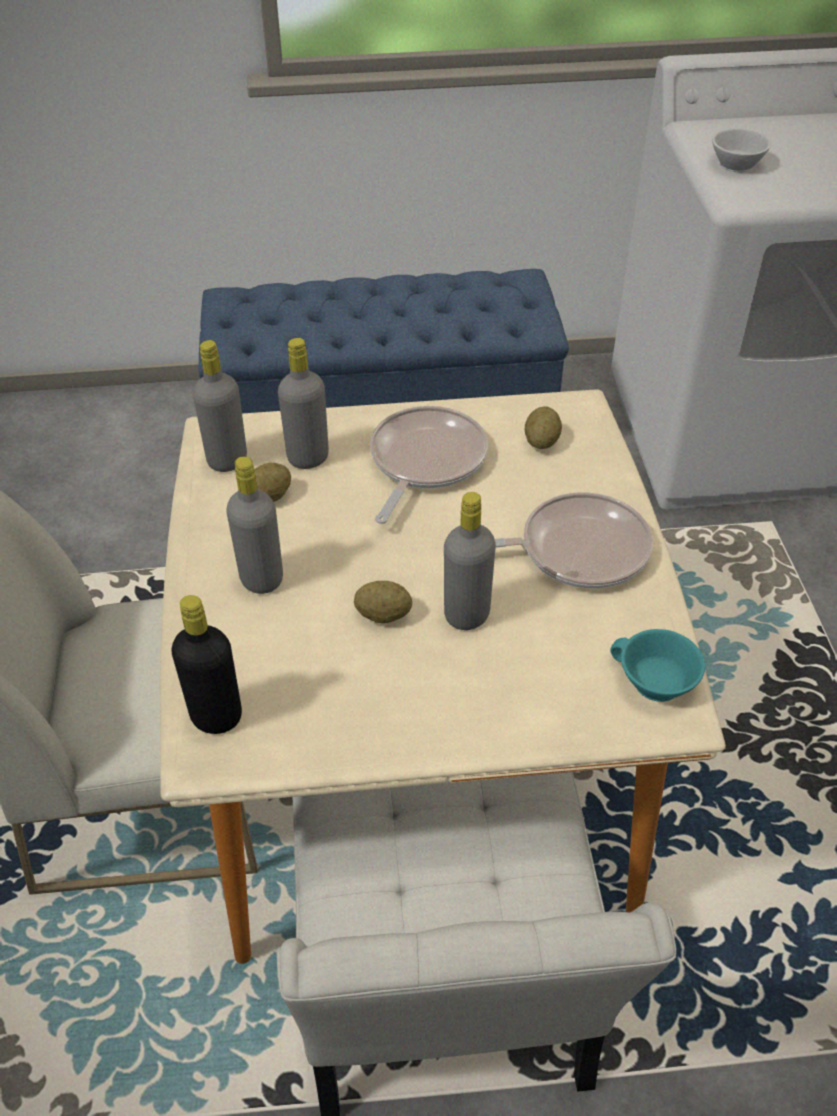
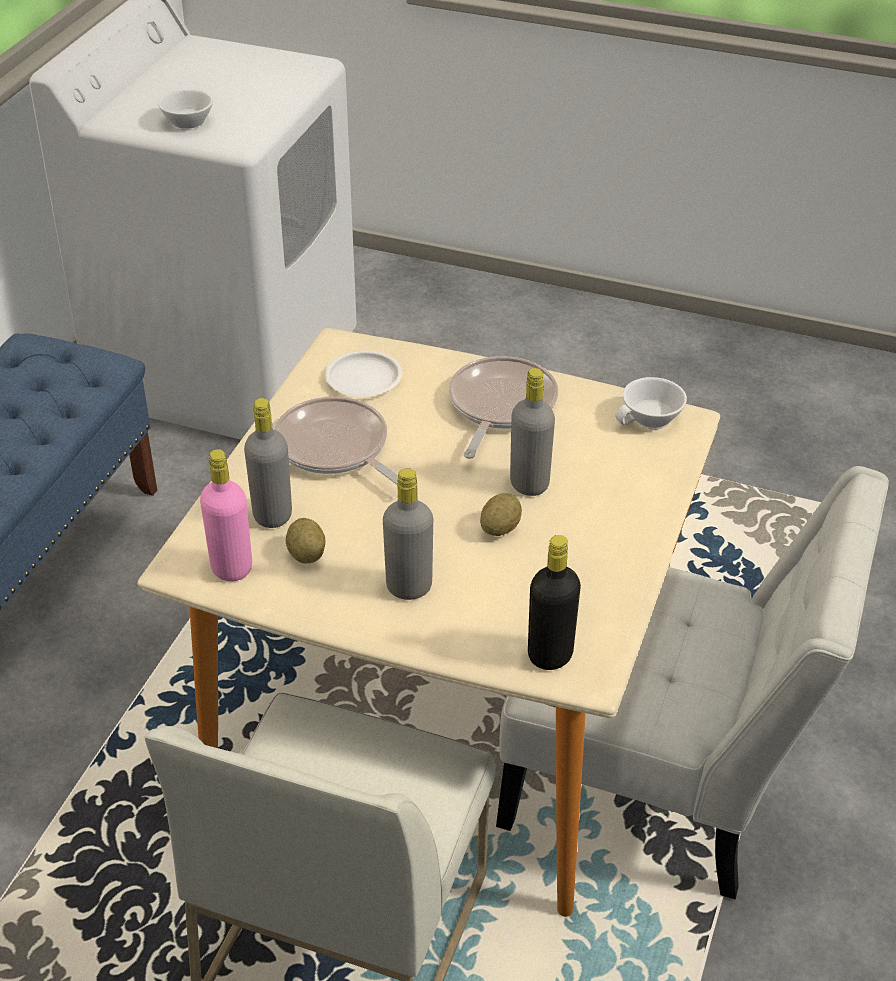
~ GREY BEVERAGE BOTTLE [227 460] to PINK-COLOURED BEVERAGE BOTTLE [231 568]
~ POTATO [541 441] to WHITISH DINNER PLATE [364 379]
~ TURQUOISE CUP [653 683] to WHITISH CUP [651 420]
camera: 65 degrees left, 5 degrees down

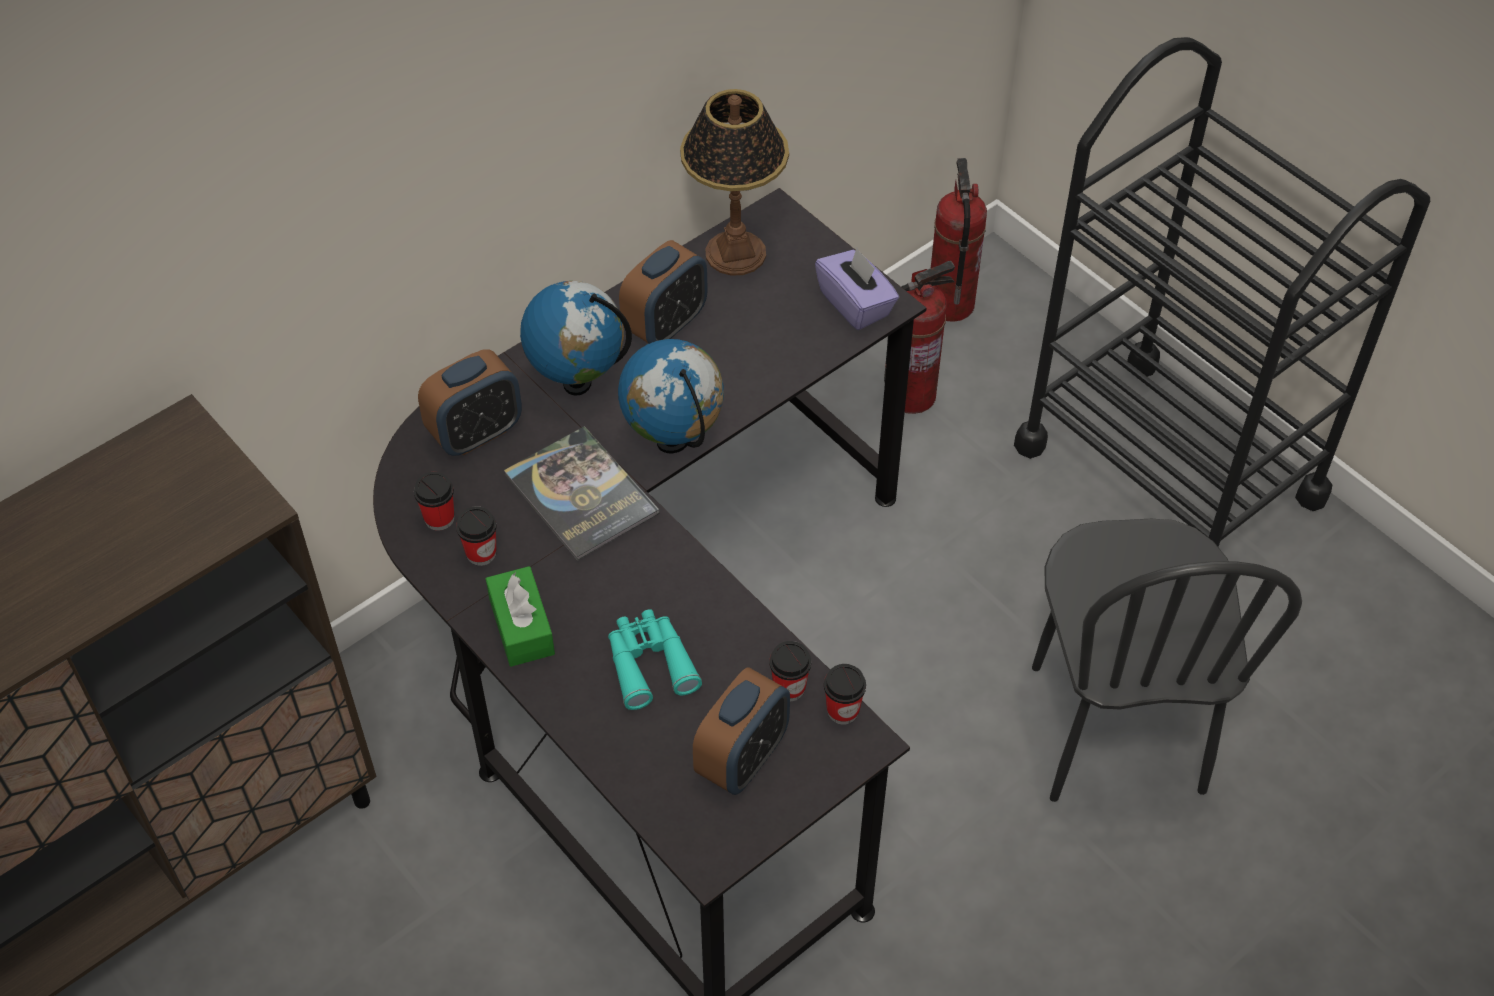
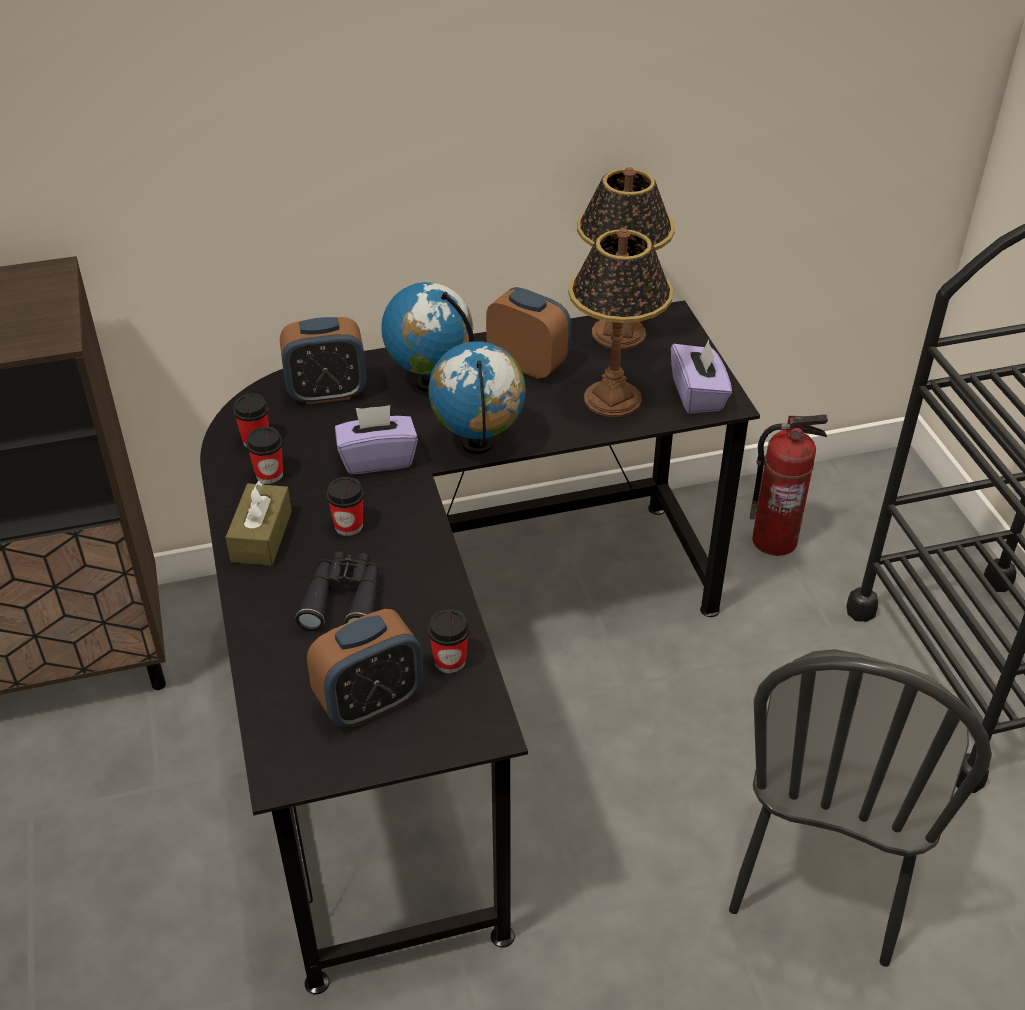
~ GREEN-COLOURED BOX OF TISSUES [521 626] to BROWN-COLOURED BOX OF TISSUES [261 536]
~ TURQUOISE FIELD GLASSES [649 663] to BLACKISH FIELD GLASSES [344 599]
~ CUP [843 710] to [348 526]
~ BOUND BOOK [581 494] to PURPLE-COLOURED BOX OF TISSUES [377 459]
~ ALARM CLOCK [665 325] = [528 364] 120 degrees counterclockwise
+ TABLE LAMP [613 399]
- FIRE-FIGHTING CYLINDER [949 304]
camera: 25 degrees right, 10 degrees down

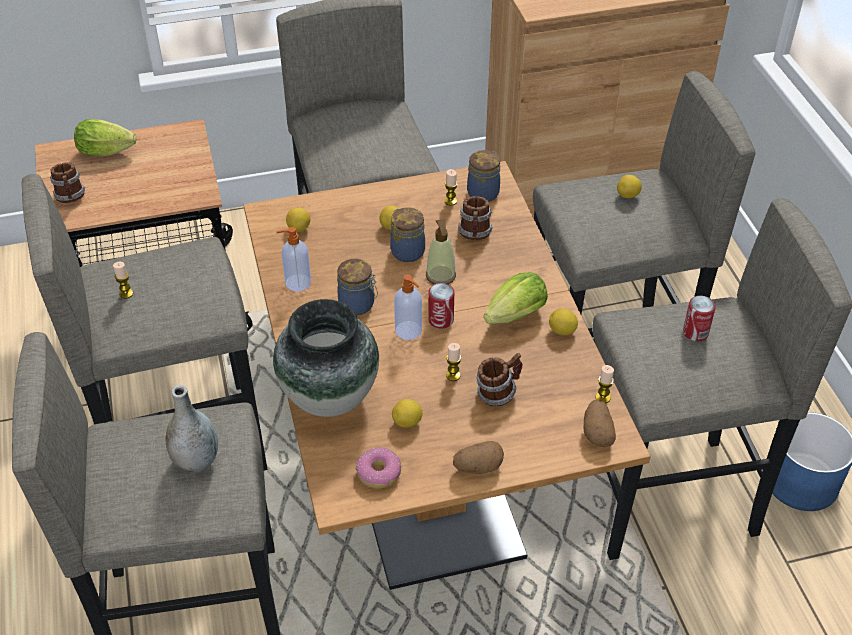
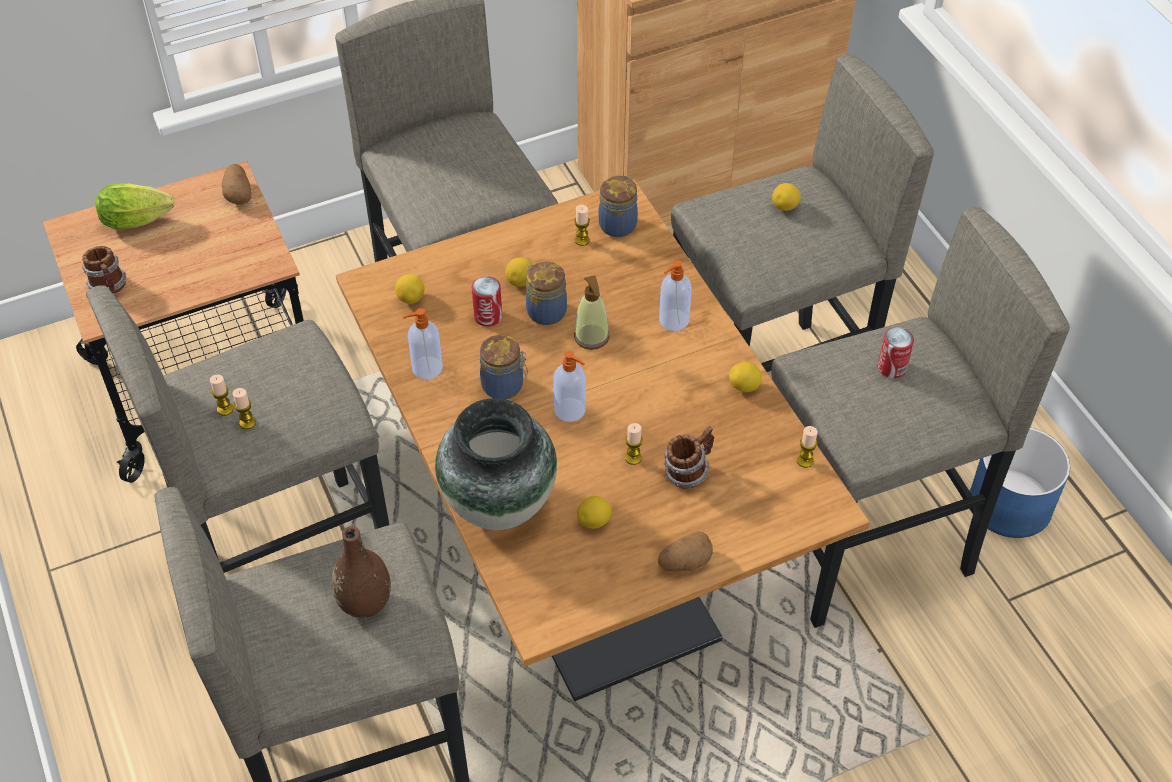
~ POTATO [597 432] to [238 194]
+ WAX CANDLE [247 422]
~ GREY VASE [196 461] to BROWN-COLOURED VASE [365 603]
~ SEALED CAN [441 320] to [488 316]
+ LIQUID SOAP BOTTLE [673 321]
- DOUGHNUT [379 473]
- MUG [475 235]
- HEAD OF LETTUCE [512 317]
camera: 10 degrees left, 5 degrees up

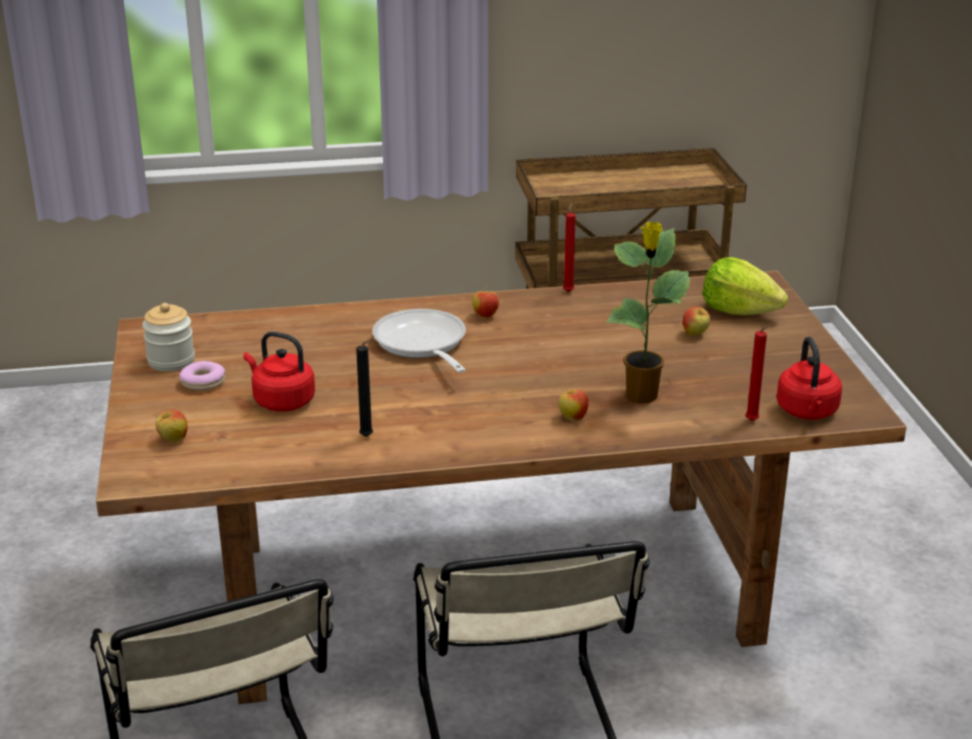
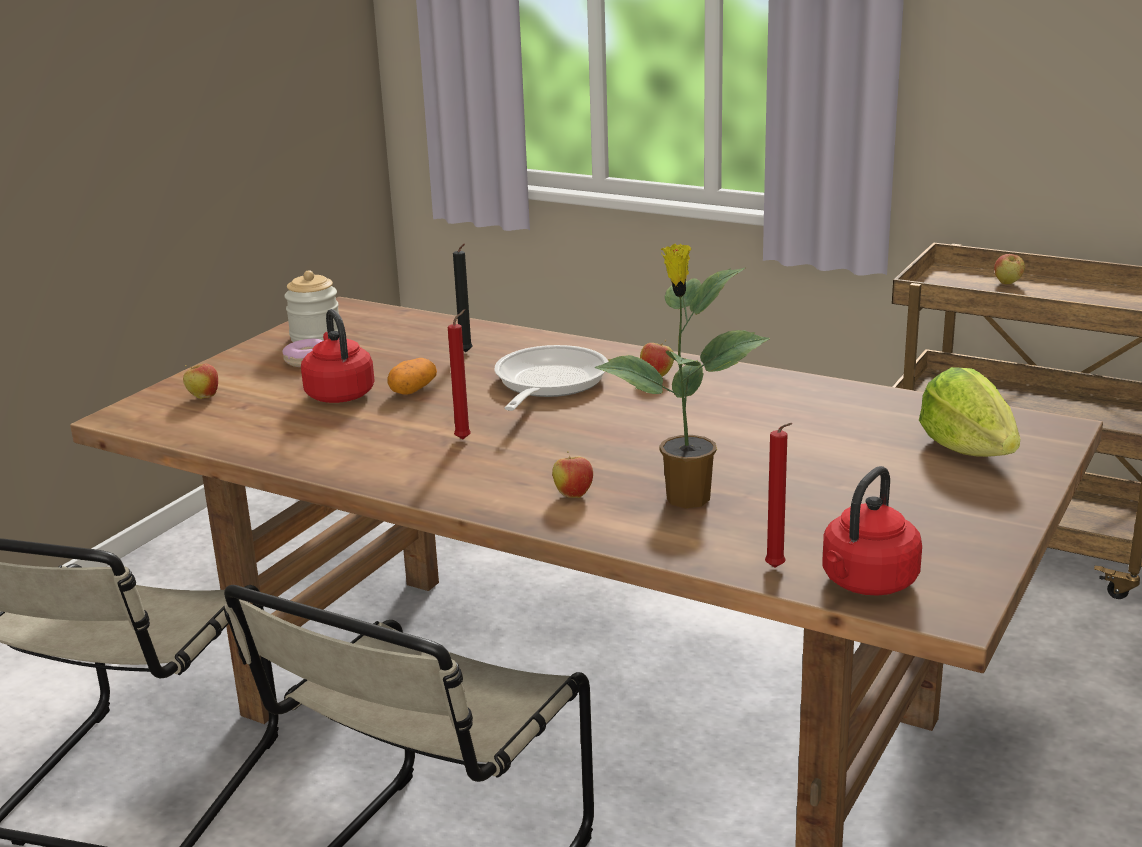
+ POTATO [413 390]
~ REDDISH WAX CANDLE [568 291] to [465 438]
~ BLACKISH WAX CANDLE [368 437] to [467 353]
~ APPLE [695 334] to [1008 283]
camera: 40 degrees right, 5 degrees down

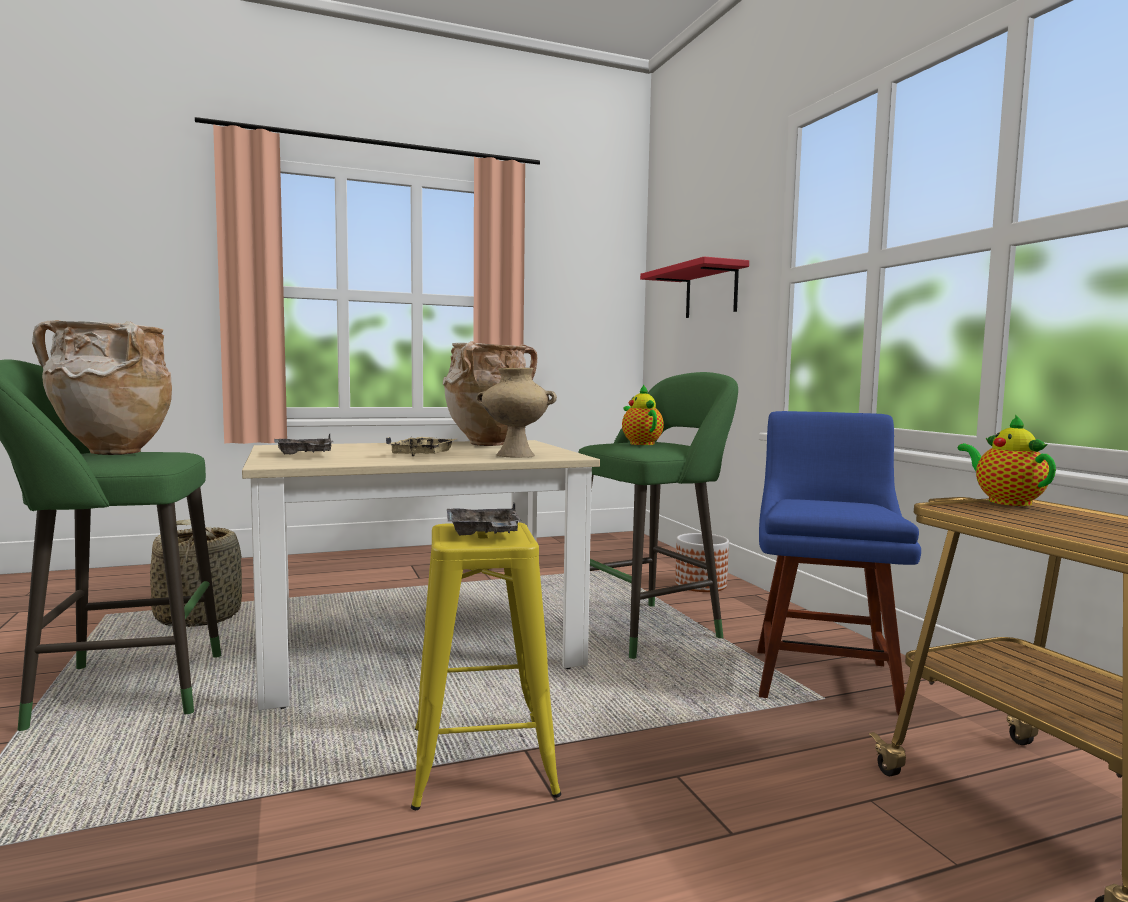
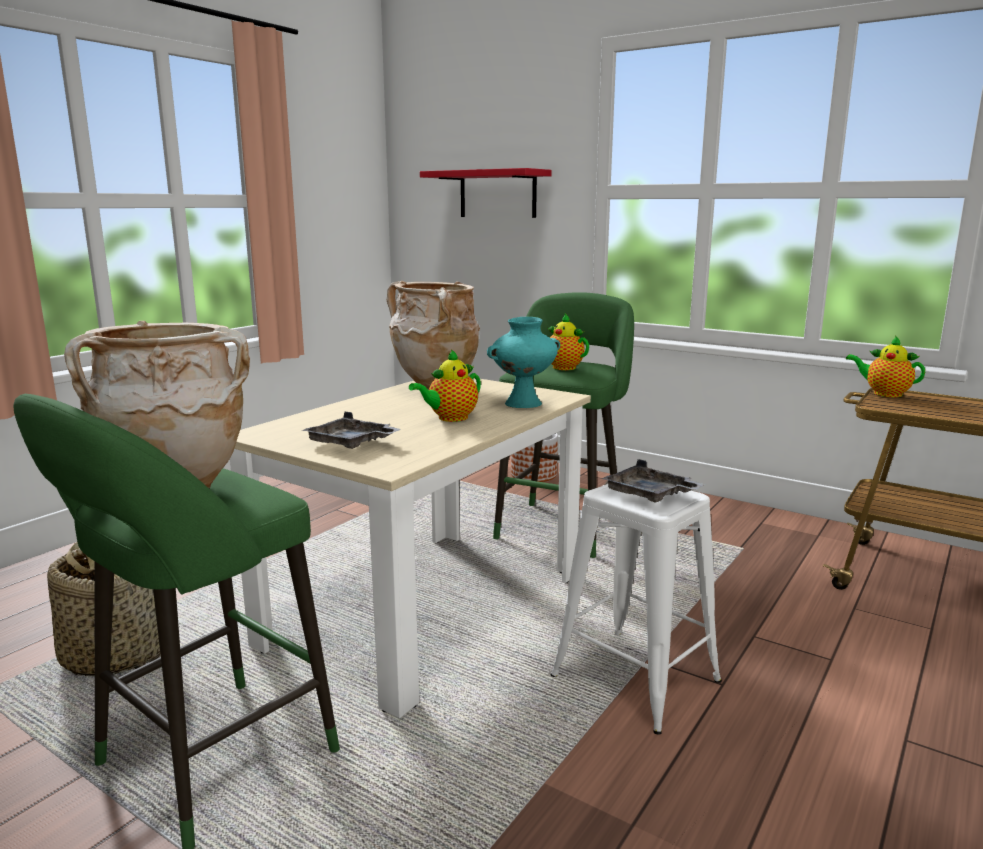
~ BEIGE CARRYING TRAY [424 454] to TEA POT [450 418]
~ BEIGE VASE [514 456] to TURQUOISE VASE [523 404]
~ YELLOWISH SITTING STOOL [481 760] to WHITISH SITTING STOOL [635 679]
- BLUE CHAIR [823 676]
camera: 35 degrees left, 10 degrees up

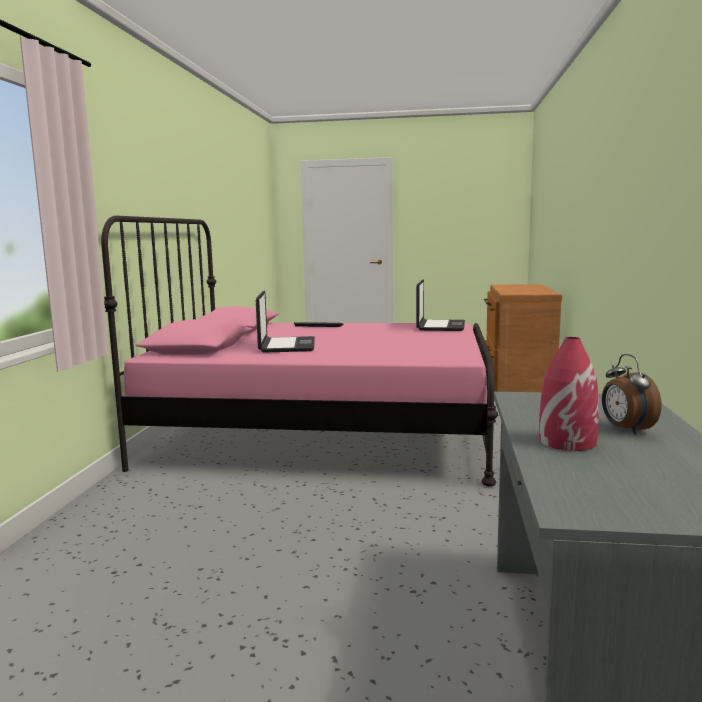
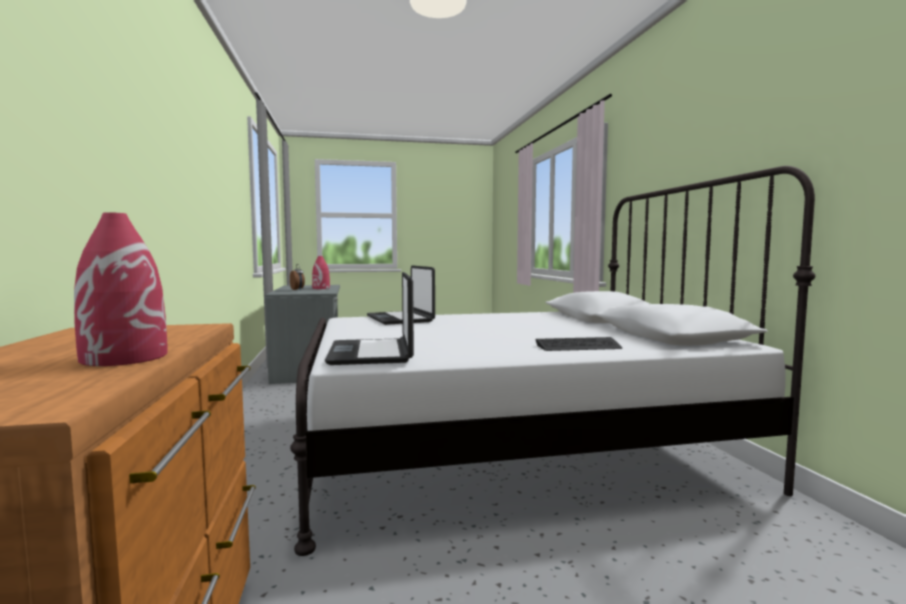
+ REDDISH VASE [125 357]
~ PINK-COLOURED BEDROOM BED [324 433] to WHITISH BEDROOM BED [511 446]
~ LAPTOP [286 346] to [400 319]
camera: 160 degrees right, 5 degrees down

